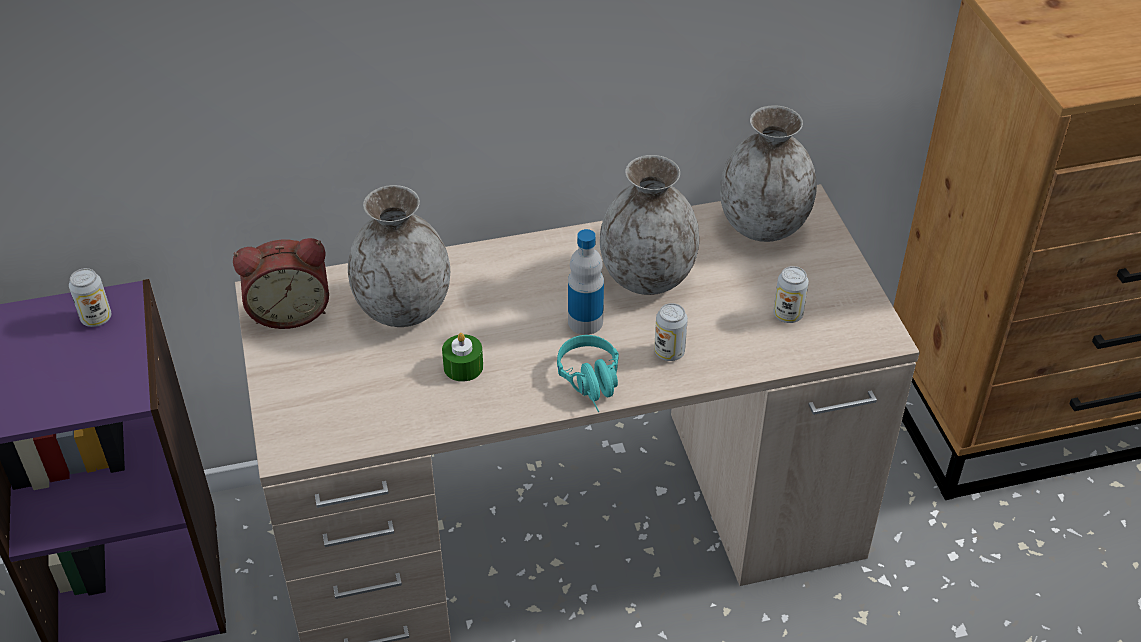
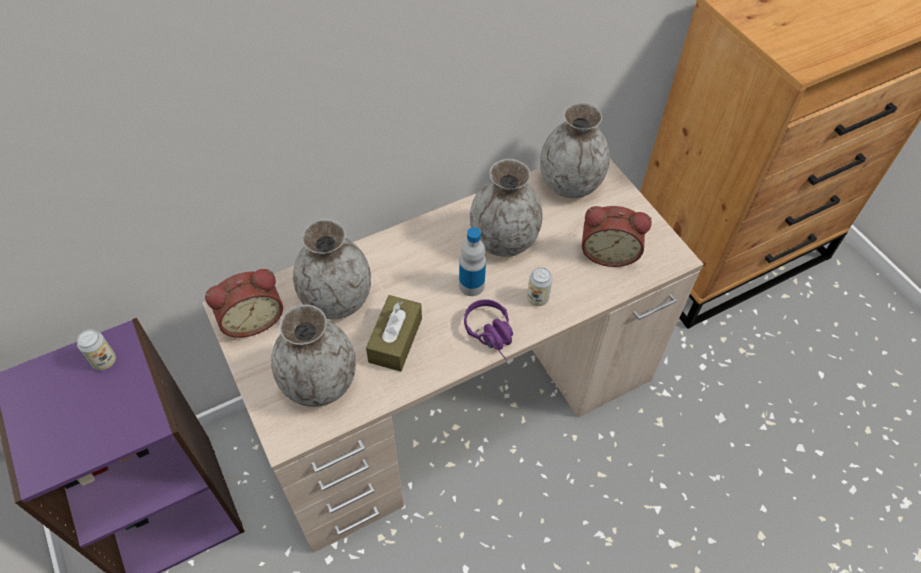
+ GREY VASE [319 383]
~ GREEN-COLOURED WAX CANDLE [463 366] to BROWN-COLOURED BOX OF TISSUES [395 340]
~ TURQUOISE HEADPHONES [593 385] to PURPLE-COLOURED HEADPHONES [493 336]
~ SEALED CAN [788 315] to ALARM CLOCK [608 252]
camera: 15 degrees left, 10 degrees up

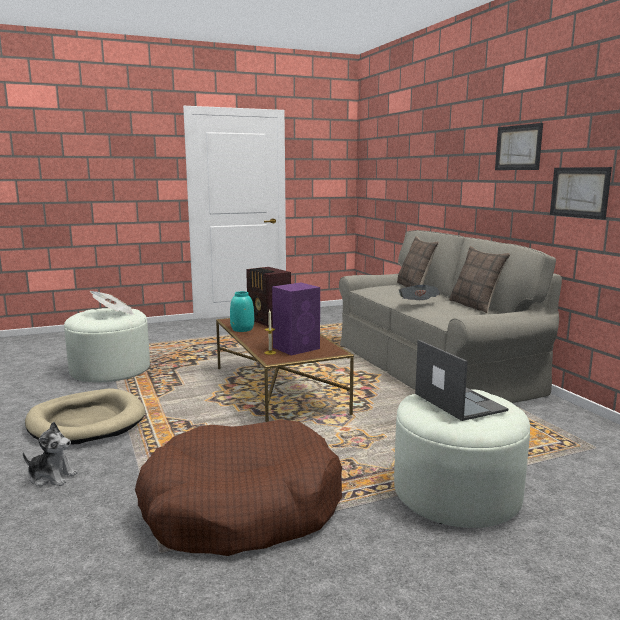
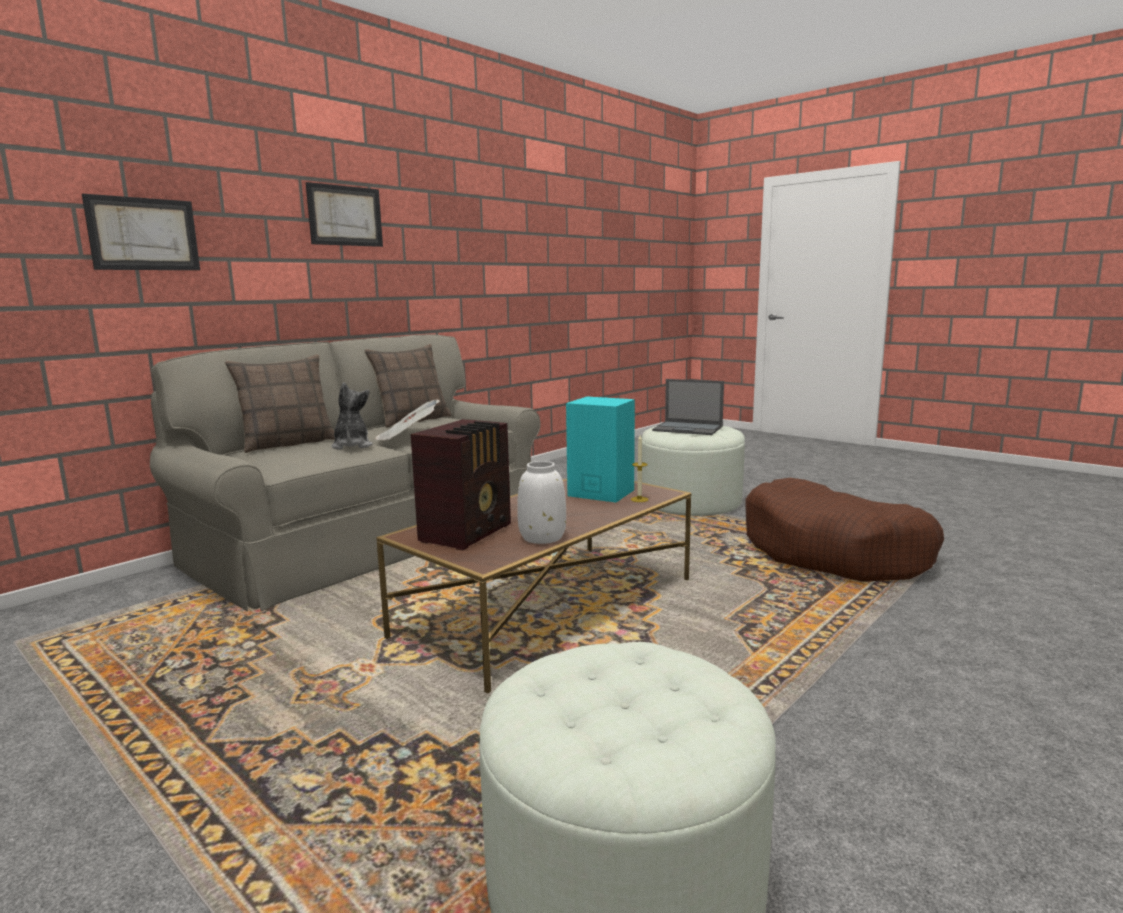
~ WALL ART [579 192] to [143 234]
~ SOFT TOY [51 477] to [352 446]
~ TURQUOISE VASE [242 329] to WHITISH VASE [542 537]
~ PURPLE-COLOURED LOUDSPEAKER [297 348] to TURQUOISE LOUDSPEAKER [599 493]
~ LAPTOP [458 402] = [688 428] 105 degrees counterclockwise
- BEIGE DOG BED [86 422]
- NEWSPAPER [114 314]
camera: 115 degrees left, 0 degrees up

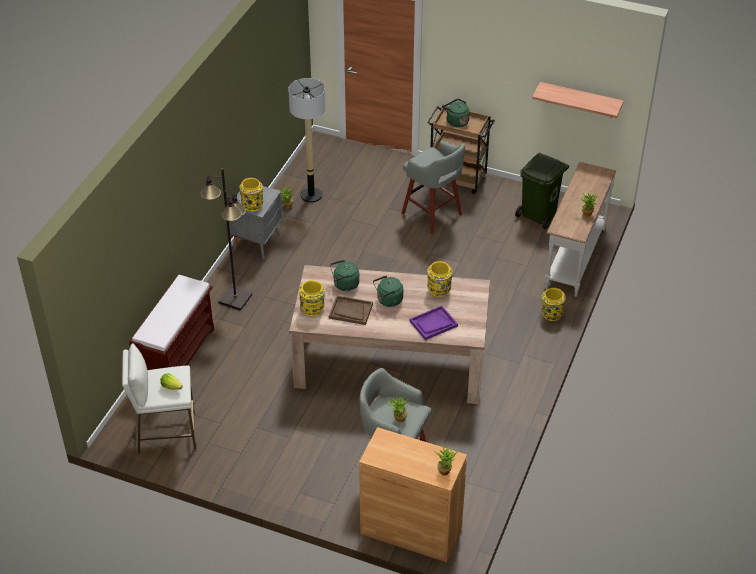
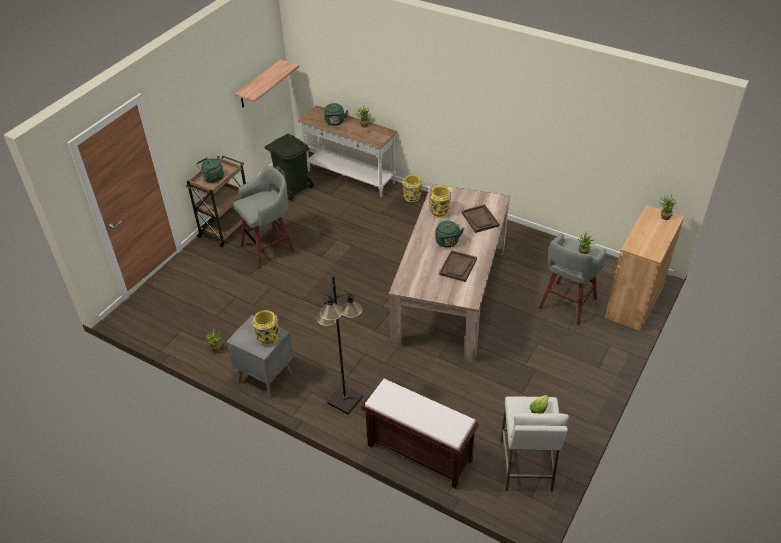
~ GREEN-COLOURED KETTLE [344 285] to [335 122]
~ PURPLE-COLOURED CARRYING TRAY [433 324] to BROWN-COLOURED CARRYING TRAY [480 219]
- STANDING LAMP [311 195]
- YELLOWISH VASE [312 309]
camera: 80 degrees left, 0 degrees up

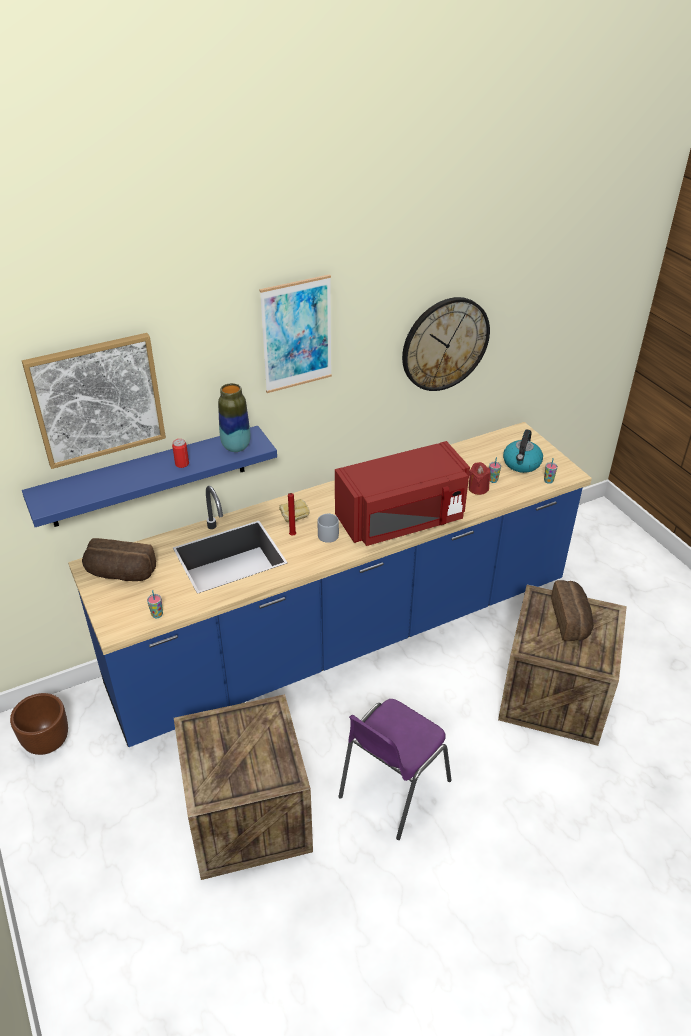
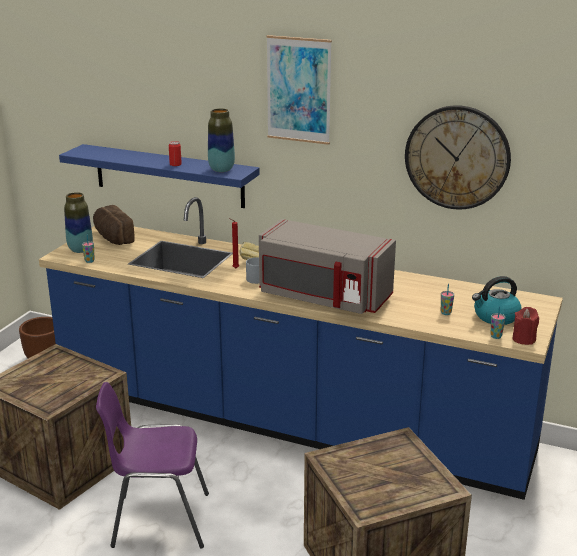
+ VASE [80 250]
~ REDDISH MICROWAVE OVEN [402 520] to GREY MICROWAVE OVEN [323 297]
~ REDDISH WAX CANDLE [478 488] to [524 339]
- WALL ART [97 399]
- BAKED BREAD [571 620]
camera: 50 degrees right, 15 degrees down

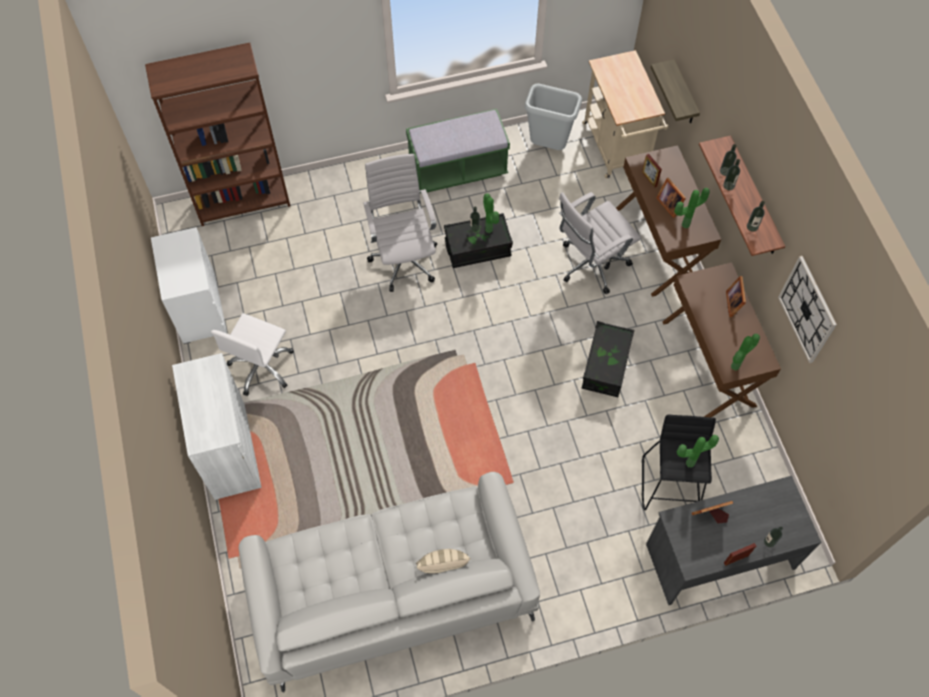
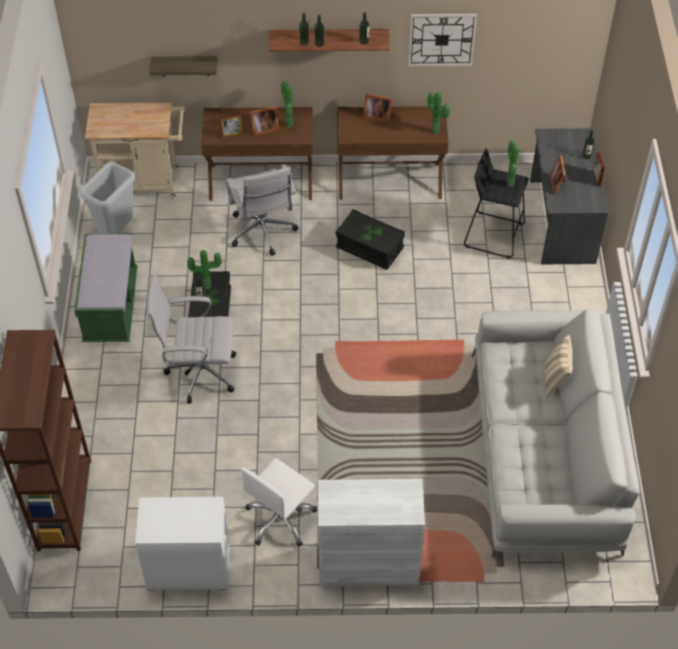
~ WHITISH OFFICE CHAIR [262 367] = [280 519] 90 degrees clockwise
camera: 75 degrees left, 10 degrees down

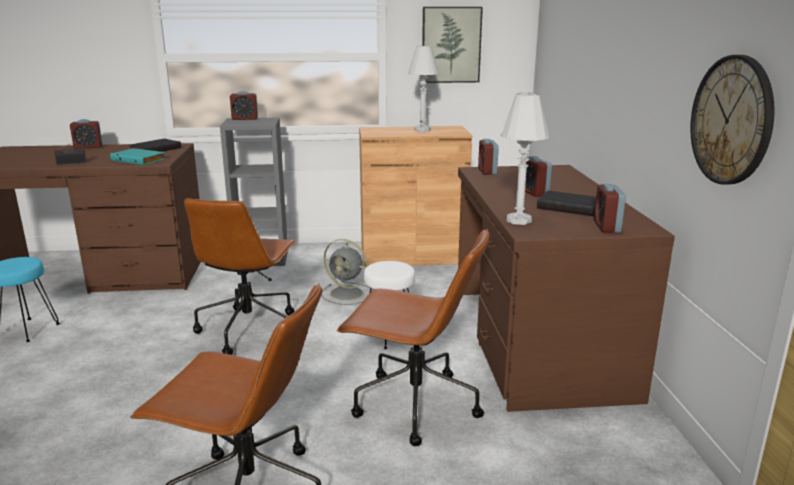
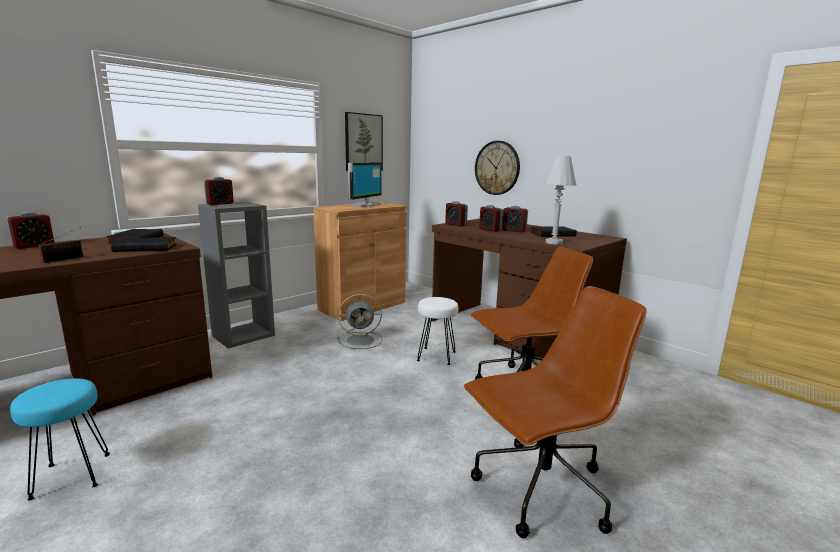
~ TURQUOISE BOUND BOOK [139 159] to BLACKISH BOUND BOOK [146 247]
~ WHITISH TABLE LAMP [422 130] to COMPUTER DISPLAY [365 205]
~ WALL CLOCK [731 120] to [497 168]
~ ALARM CLOCK [606 227] to [490 230]
- BROWN-COLOURED OFFICE CHAIR [249 329]
camera: 40 degrees left, 5 degrees down

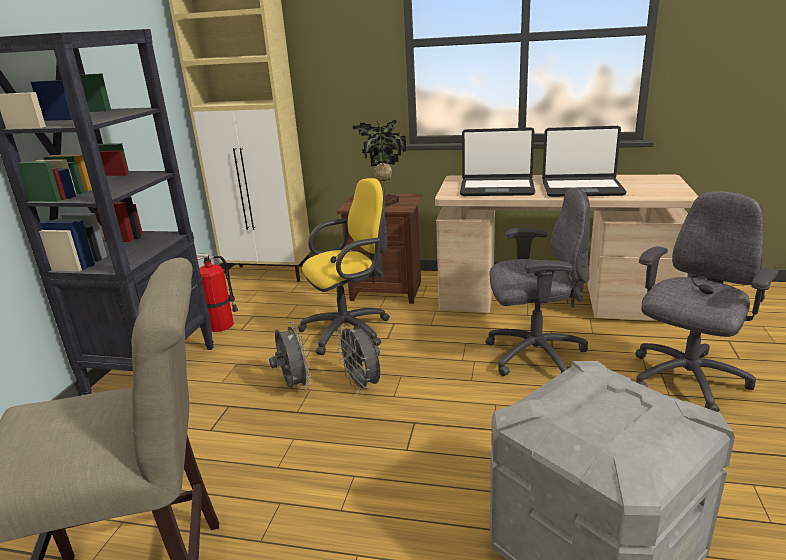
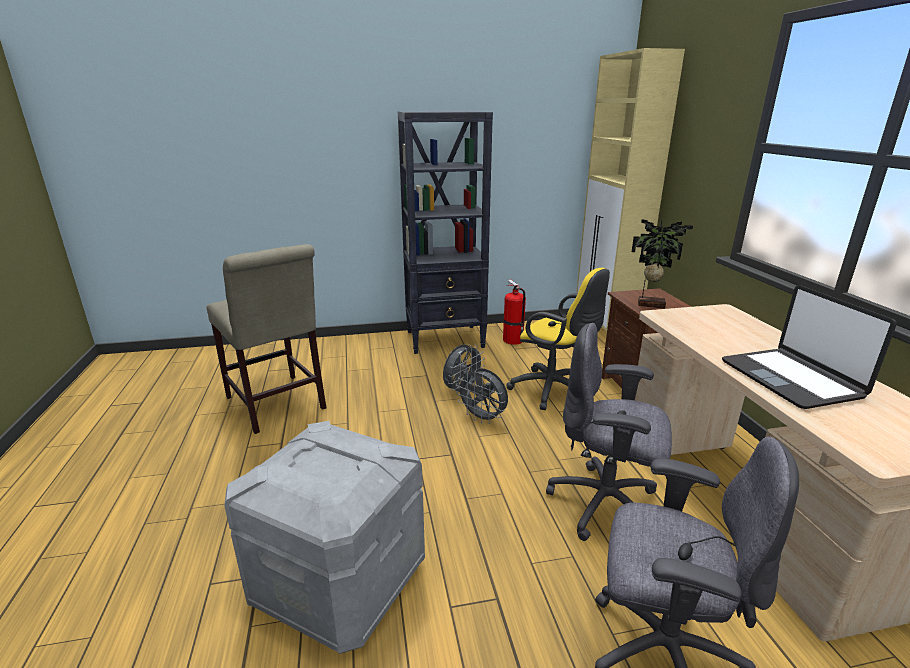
~ GREY FAN [363 385] = [483 418] 90 degrees counterclockwise
~ GREY OFFICE CHAIR [533 355] = [606 505] 135 degrees clockwise
- LAPTOP [497 188]
camera: 65 degrees right, 0 degrees up

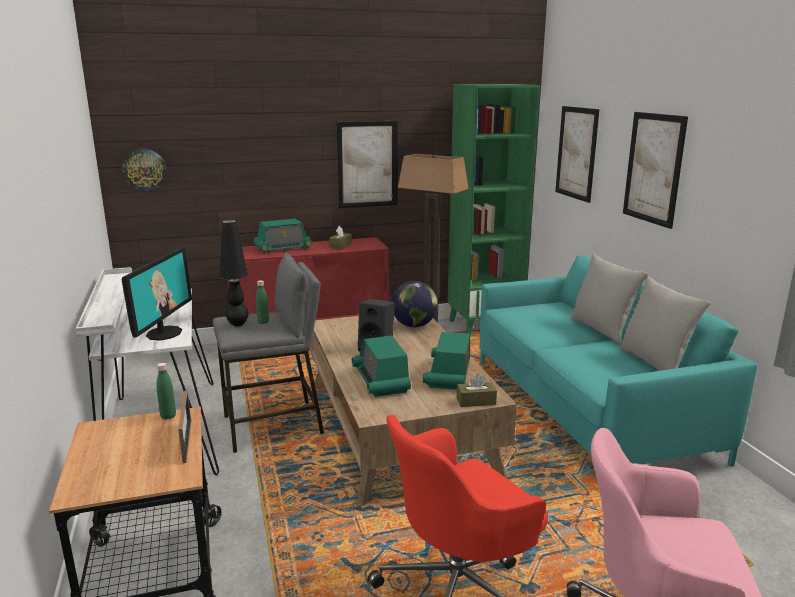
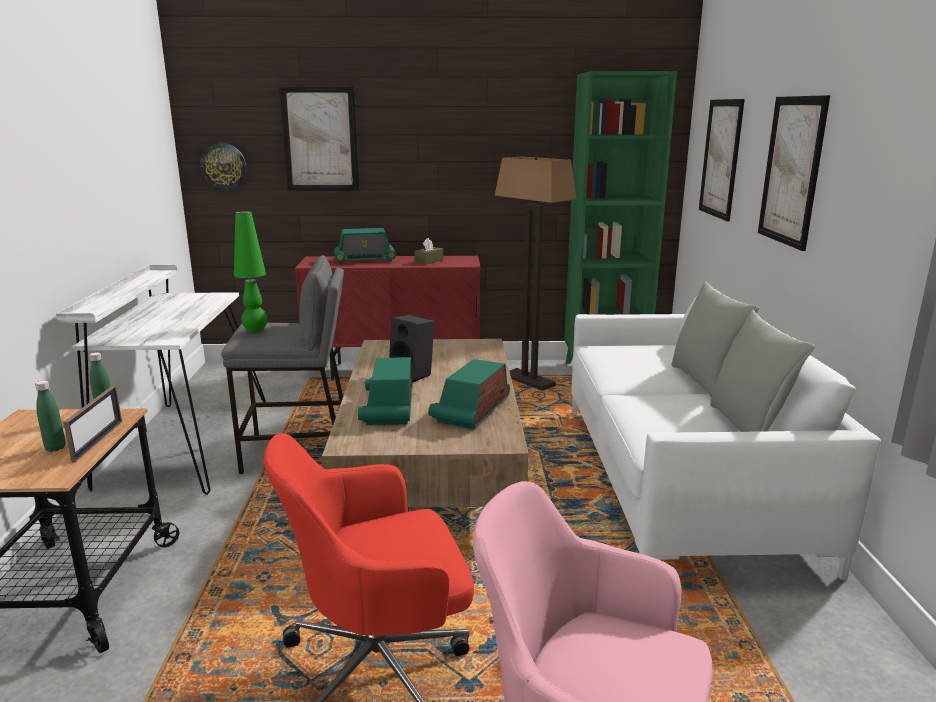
~ GREEN-COLOURED BEVERAGE BOTTLE [263 322] to [55 448]
~ BLACKISH TABLE LAMP [238 324] to GREEN-COLOURED TABLE LAMP [255 331]
~ WALL ART [367 164] to [320 139]
~ TURQUOISE COUCH [587 408] to WHITISH COUCH [679 479]
- COMPUTER DISPLAY [163 333]
- DESK GLOBE [414 325]
- BROWN-COLOURED BOX OF TISSUES [476 401]
camera: 15 degrees right, 0 degrees up

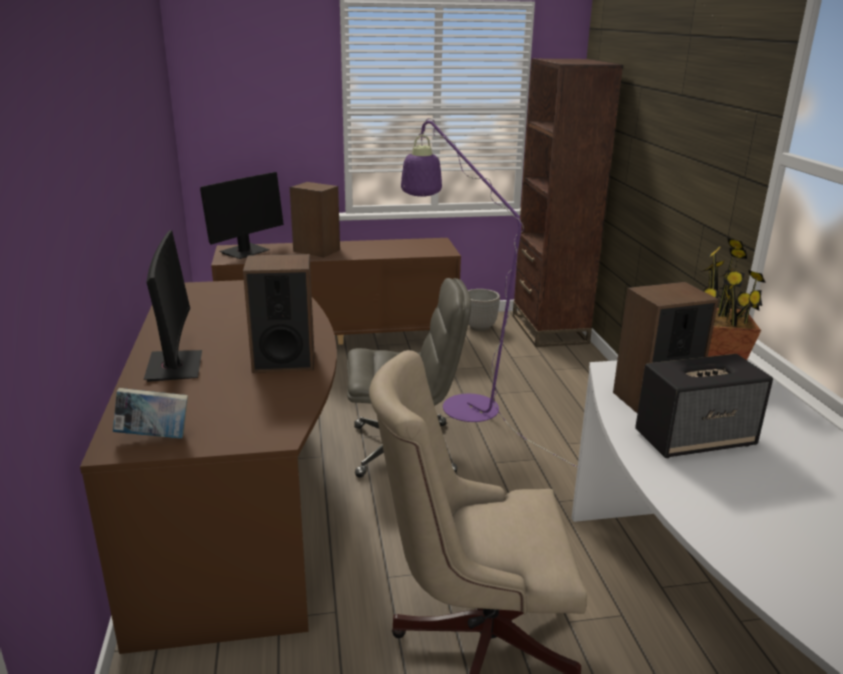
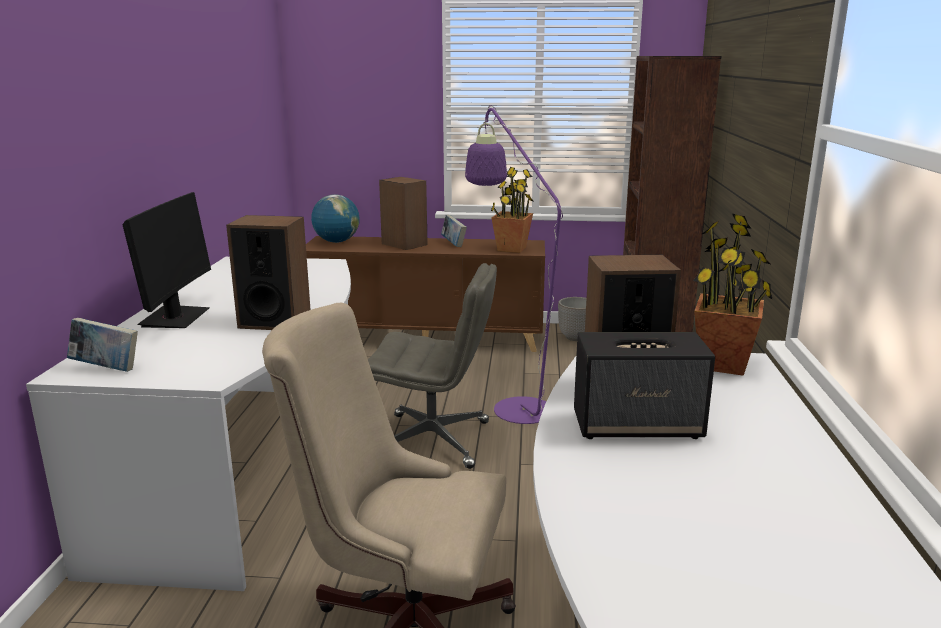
~ BROWN-COLOURED DESK UNIT [242 500] to WHITISH DESK UNIT [252 466]
~ COMPUTER DISPLAY [245 252] to DESK GLOBE [337 242]
+ BOUND BOOK [453 244]
+ POTTED PLANT [511 249]
camera: 15 degrees right, 5 degrees down

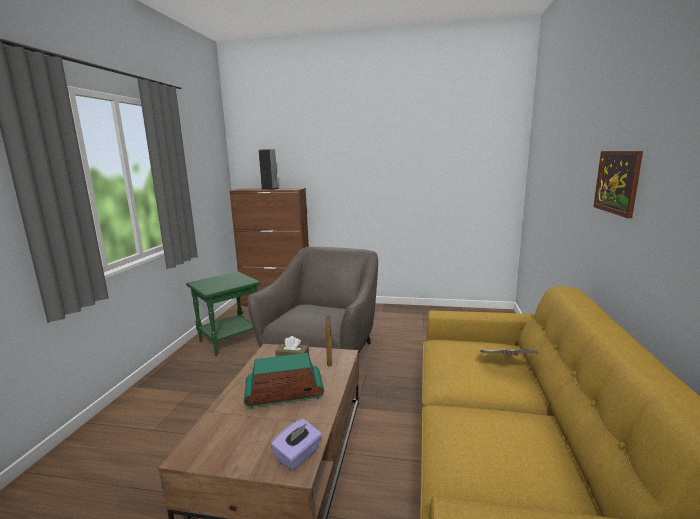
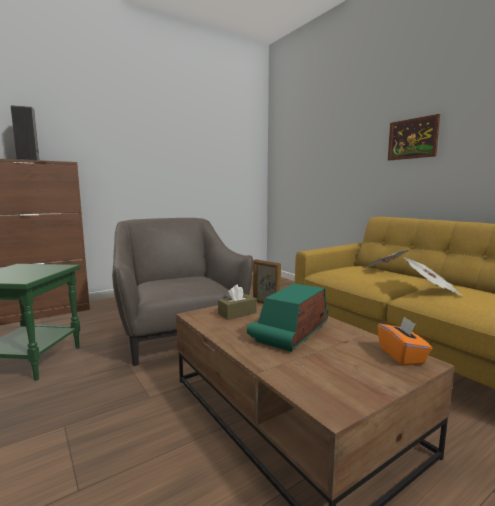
~ PURPLE-COLOURED BOX OF TISSUES [298 456] to ORANGE BOX OF TISSUES [401 356]
+ NEWSPAPER [431 290]
camera: 45 degrees left, 5 degrees down

